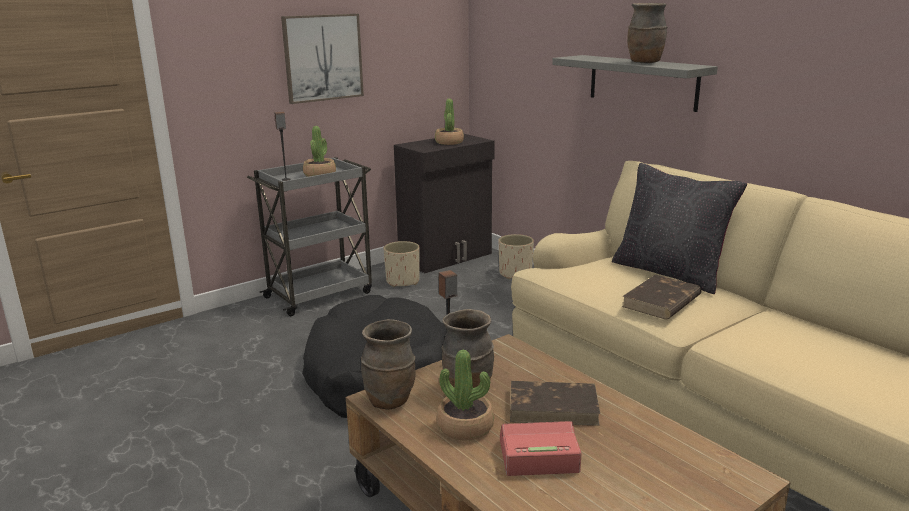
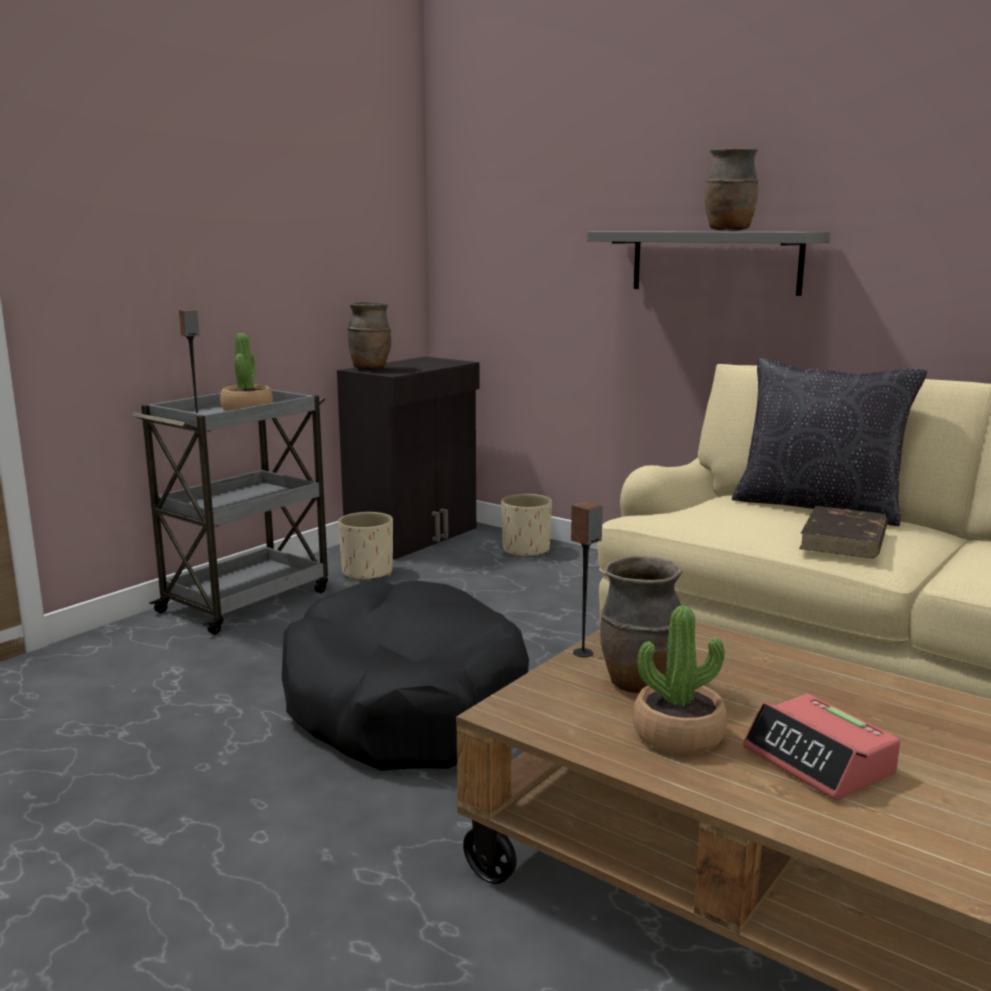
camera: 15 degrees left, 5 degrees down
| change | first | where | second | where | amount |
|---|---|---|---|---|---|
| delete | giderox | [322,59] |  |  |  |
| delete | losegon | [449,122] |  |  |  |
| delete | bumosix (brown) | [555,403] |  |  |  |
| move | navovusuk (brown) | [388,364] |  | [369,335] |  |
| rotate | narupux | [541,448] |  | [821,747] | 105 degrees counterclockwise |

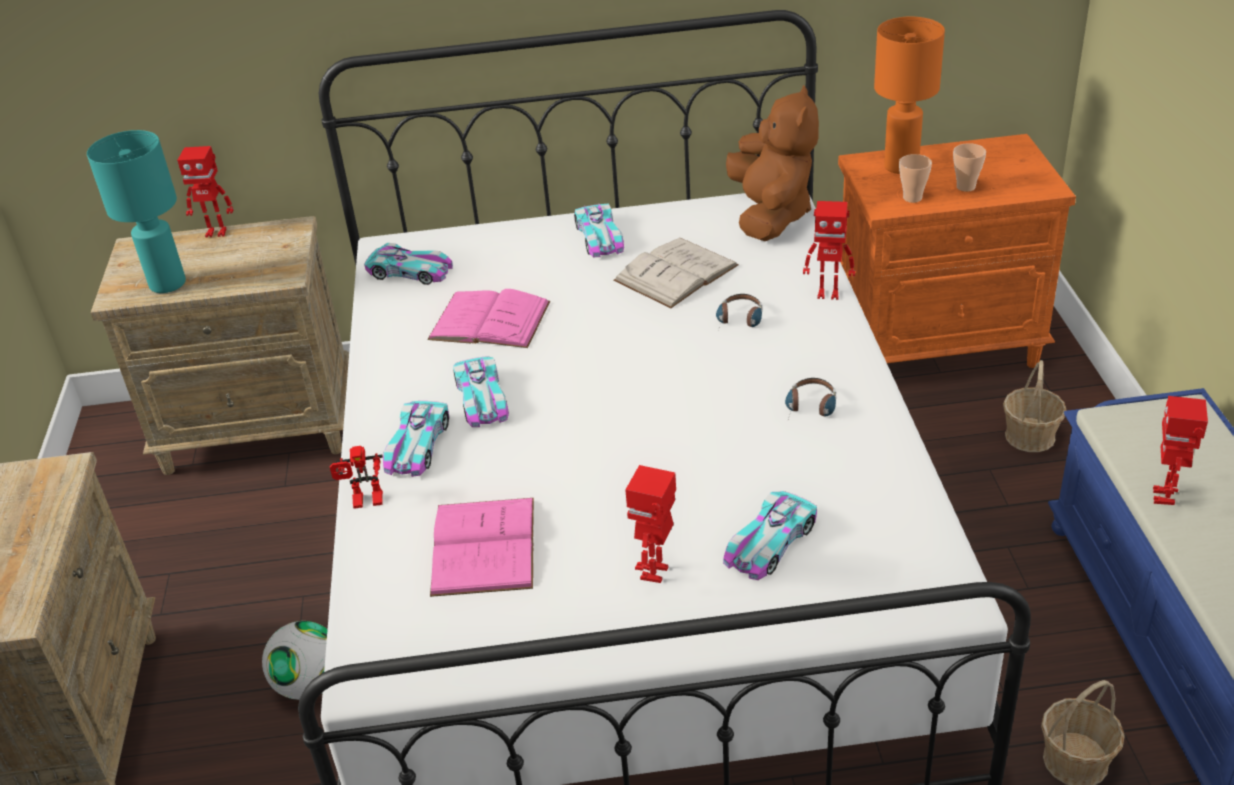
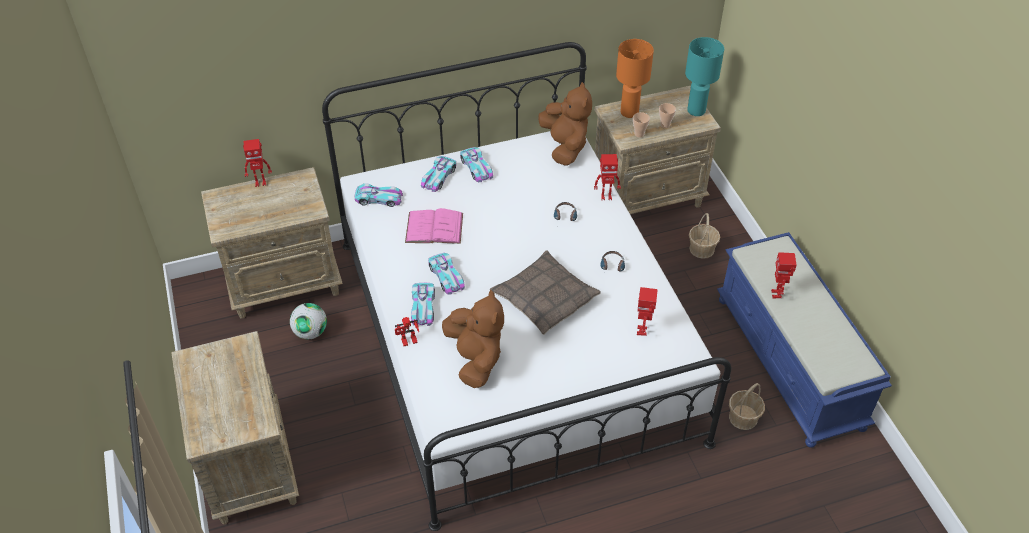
camera: 15 degrees left, 10 degrees up
| change | first | where | second | where | amount |
|---|---|---|---|---|---|
| delete | bumosix (white) | [676,273] |  |  |  |
| insert |  |  | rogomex | [545,293] |  |
| move | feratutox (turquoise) | [136,211] |  | [704,76] |  |
| move | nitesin | [295,660] |  | [308,321] |  |
| move | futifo | [650,524] |  | [647,311] |  |
| move | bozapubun | [770,535] |  | [438,174] |  |
| replace | bumosix (pink) | [482,547] | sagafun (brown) | [473,339] |  |
| recolor | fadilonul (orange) | [957,251] | fadilonul (beige) | [658,150] |  |

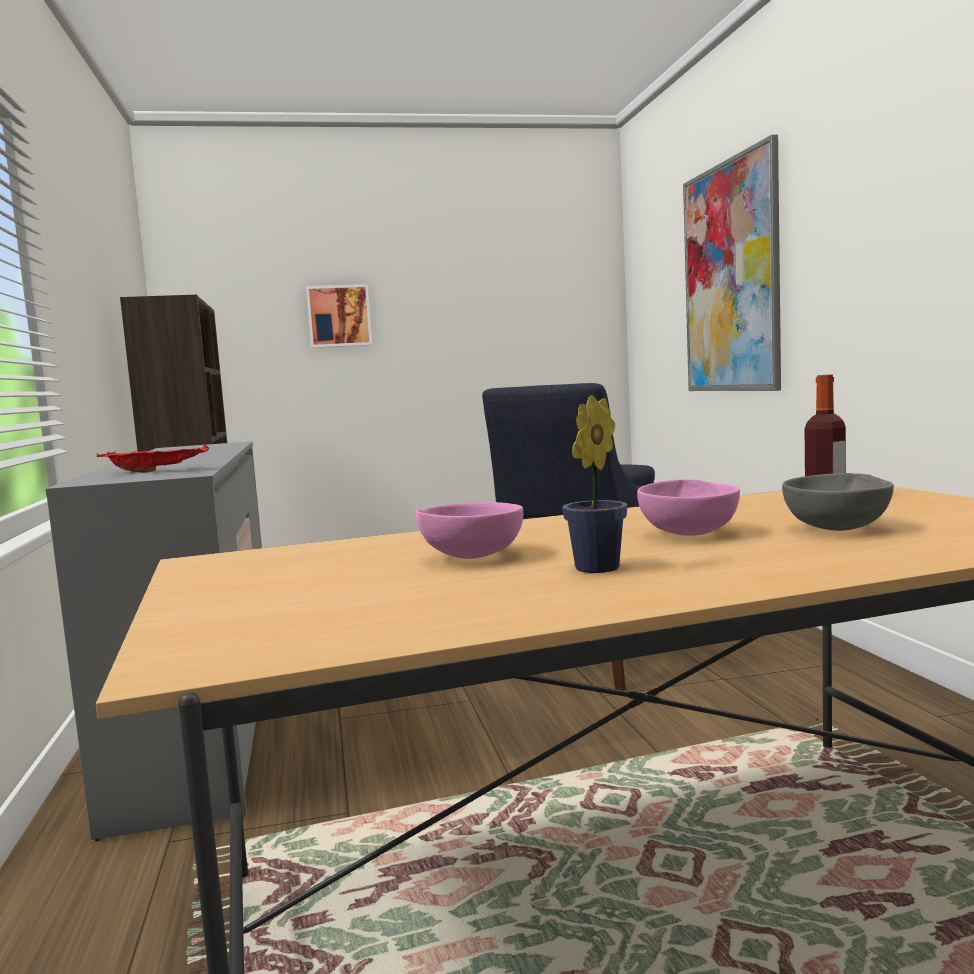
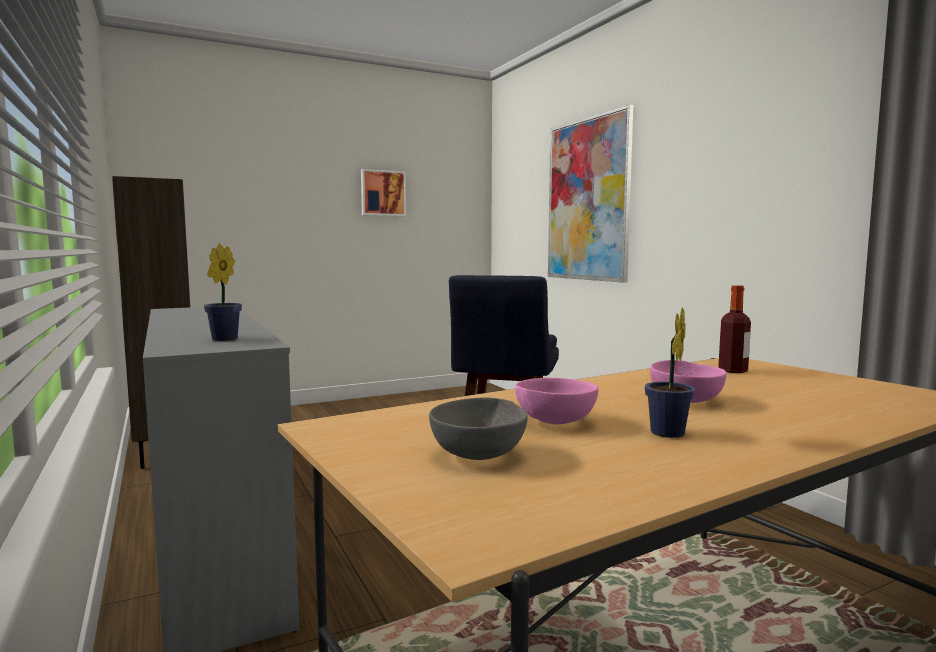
camera: 15 degrees left, 0 degrees up
| change | first | where | second | where | amount |
|---|---|---|---|---|---|
| move | giderox | [339,316] |  | [383,192] |  |
| move | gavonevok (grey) | [838,502] |  | [478,429] |  |
| replace | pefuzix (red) | [153,458] | losegon | [223,292] |  |

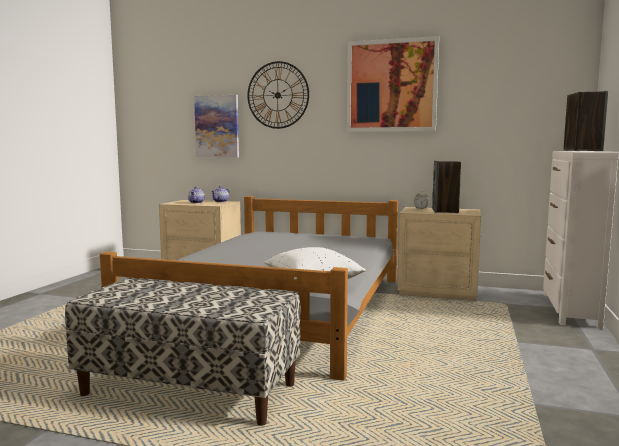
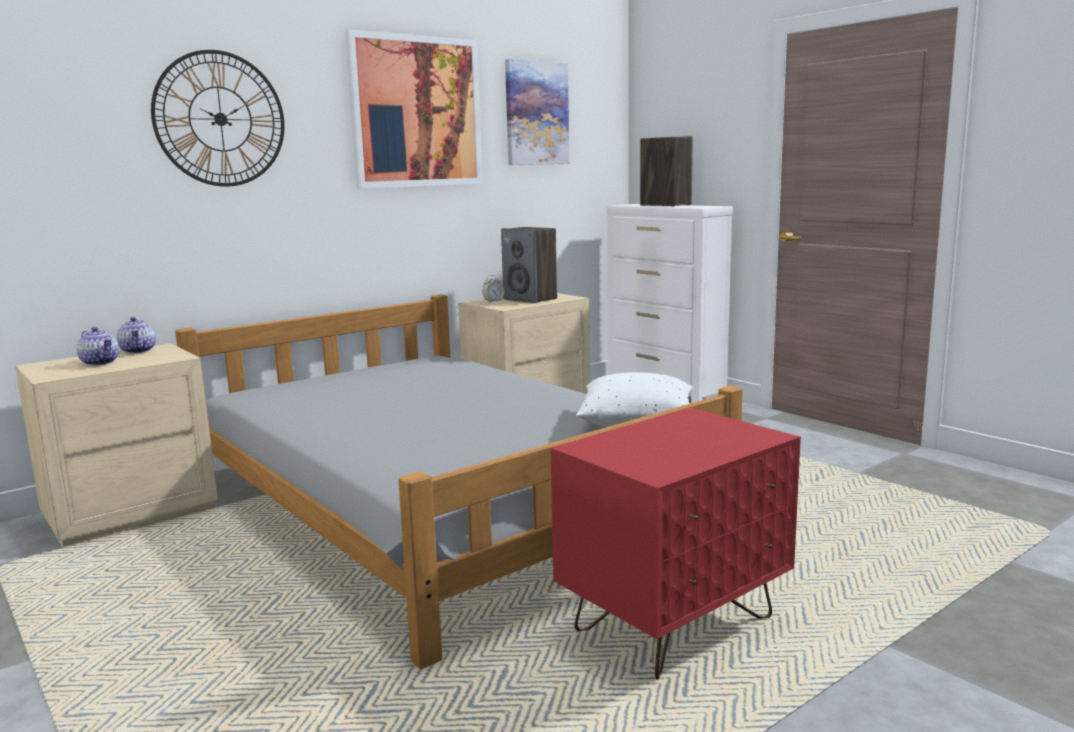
camera: 55 degrees left, 5 degrees up
| change | first | where | second | where | amount |
|---|---|---|---|---|---|
| move | giderox | [216,126] |  | [537,112] |  |
| replace | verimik | [183,352] | fadilonul (red) | [676,544] |  |

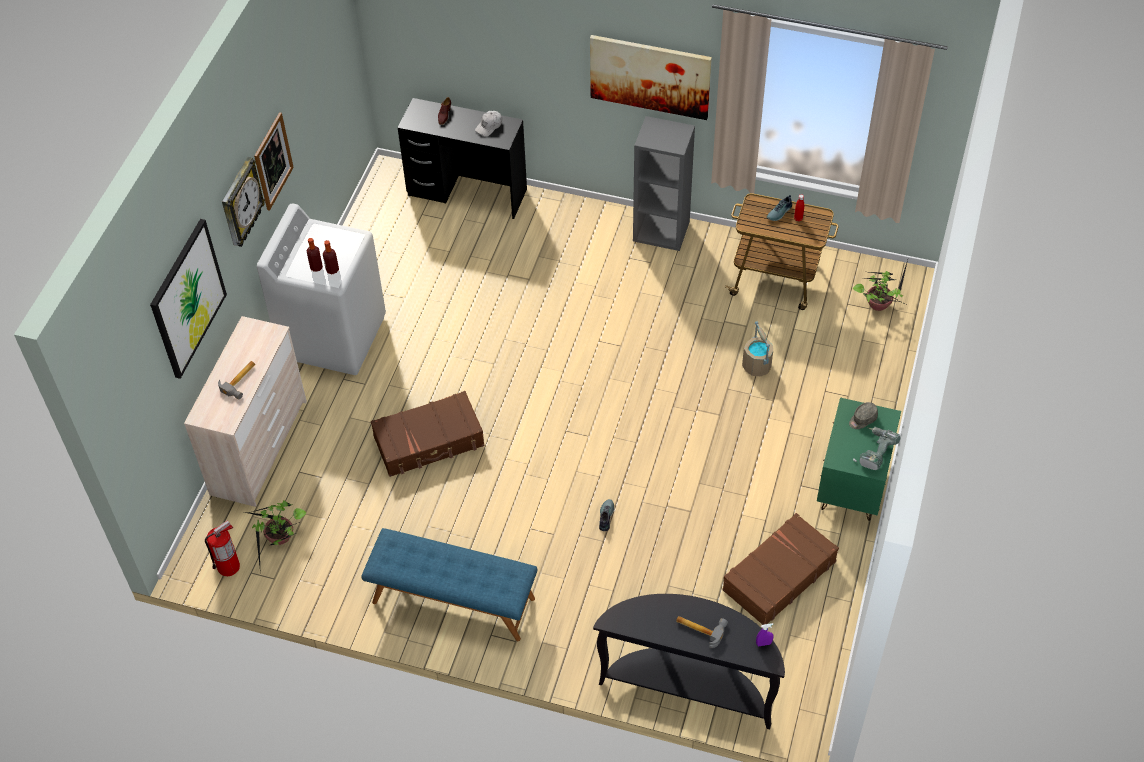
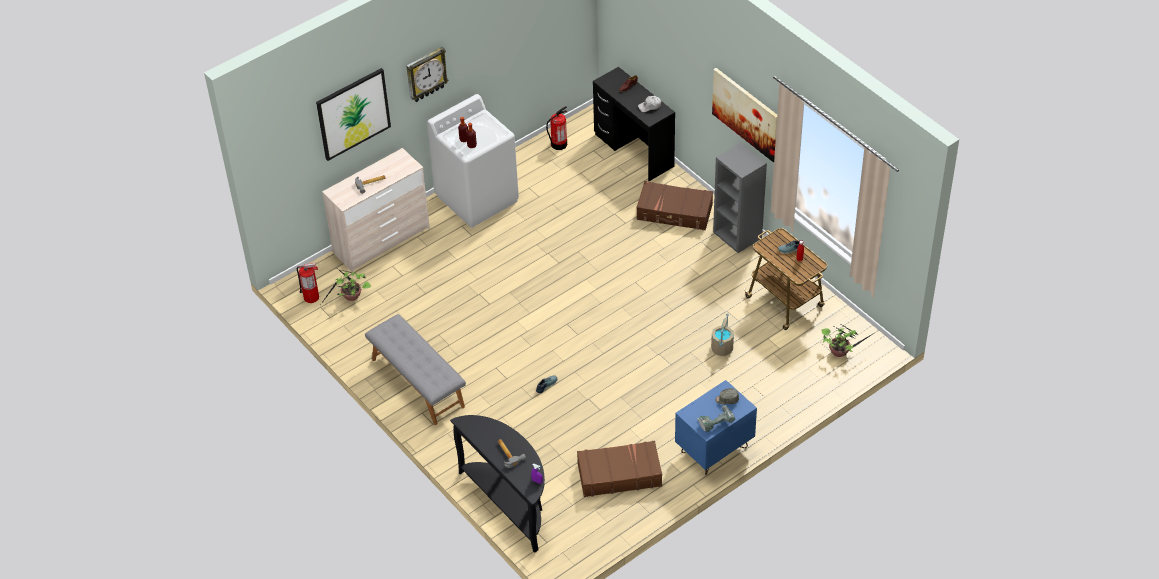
camera: 35 degrees right, 5 degrees down
| change | first | where | second | where | amount |
|---|---|---|---|---|---|
| delete | giderox | [274,161] |  |  |  |
| insert |  |  | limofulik | [556,128] |  |
| move | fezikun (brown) | [428,434] |  | [674,205] |  |
| recolor | verimik (blue) | [449,584] | verimik (grey) | [415,369] |  |
| recolor | fadilonul (green) | [859,459] | fadilonul (blue) | [716,427] |  |

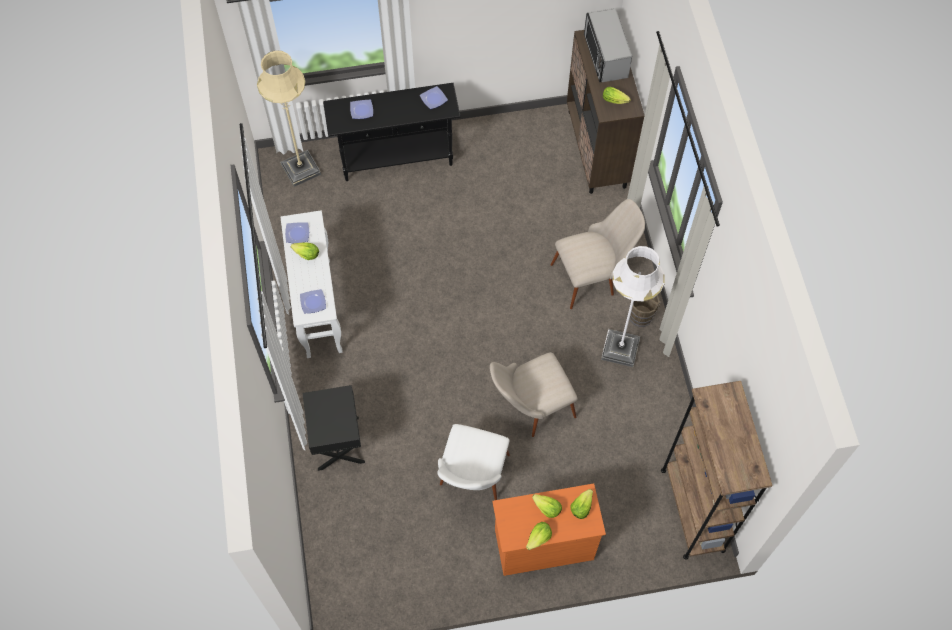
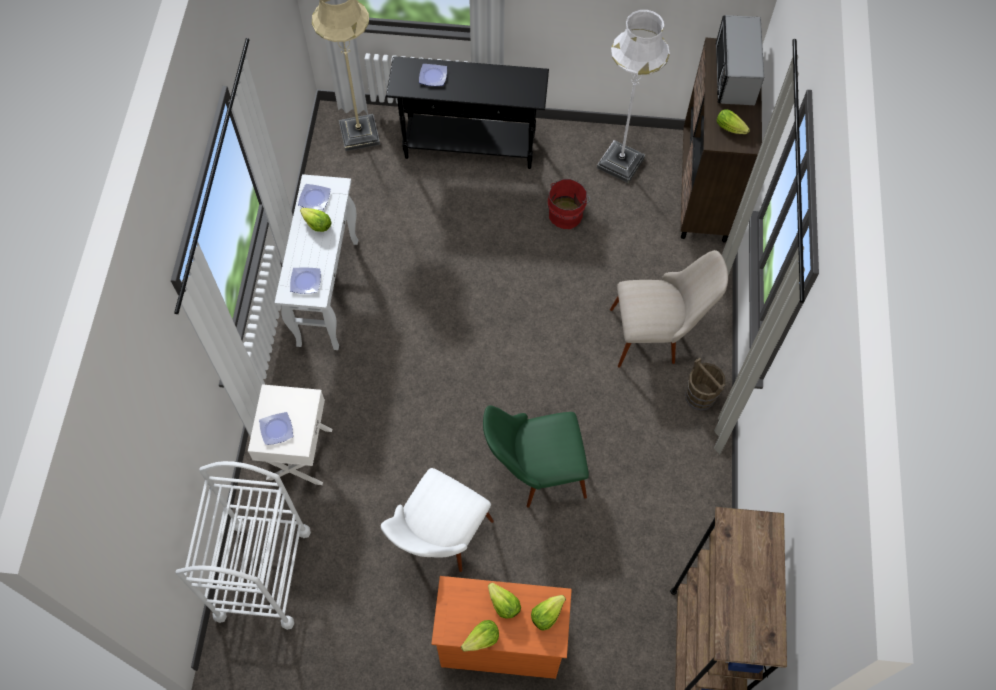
camera: 15 degrees right, 0 degrees up
| change | first | where | second | where | amount |
|---|---|---|---|---|---|
| insert |  |  | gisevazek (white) | [243,545] |  |
| insert |  |  | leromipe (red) | [569,204] |  |
| move | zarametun | [434,97] |  | [276,428] |  |
| move | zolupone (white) | [633,306] |  | [633,96] |  |
| recolor | fadilonul (black) | [333,428] | fadilonul (white) | [290,434] |  |
| recolor | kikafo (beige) | [534,394] | kikafo (green) | [536,457] |  |

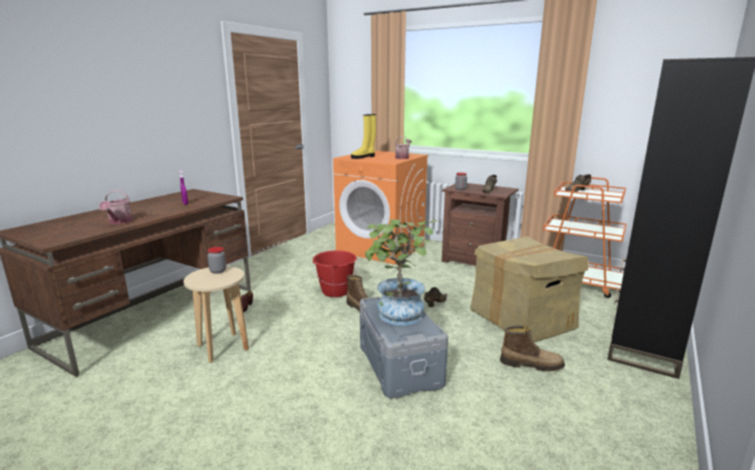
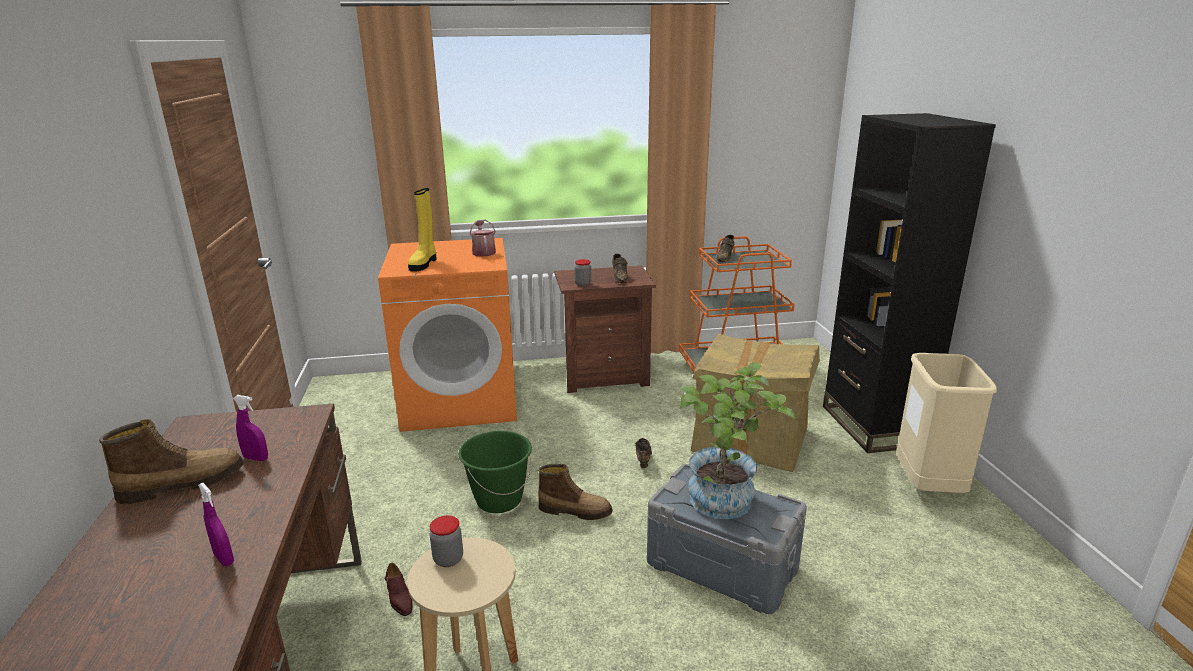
camera: 40 degrees left, 5 degrees up
| change | first | where | second | where | amount |
|---|---|---|---|---|---|
| insert |  |  | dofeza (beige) | [946,423] |  |
| move | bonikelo | [532,348] |  | [171,461] |  |
| replace | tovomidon | [116,207] | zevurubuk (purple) | [216,524] |  |
| recolor | leromipe (red) | [335,273] | leromipe (green) | [495,472] |  |

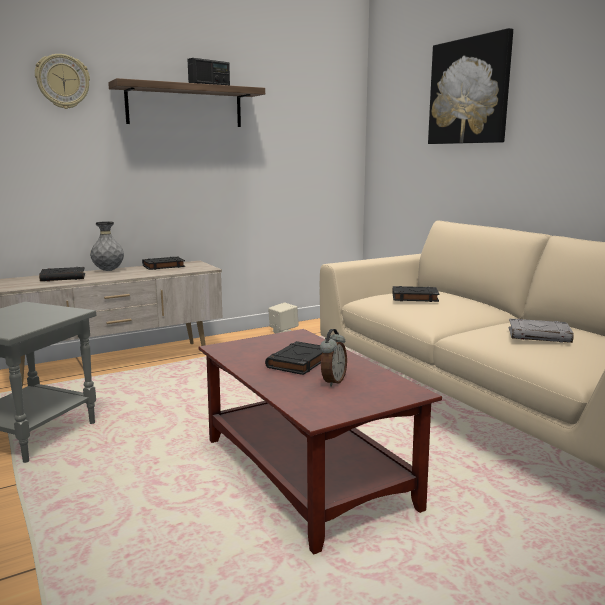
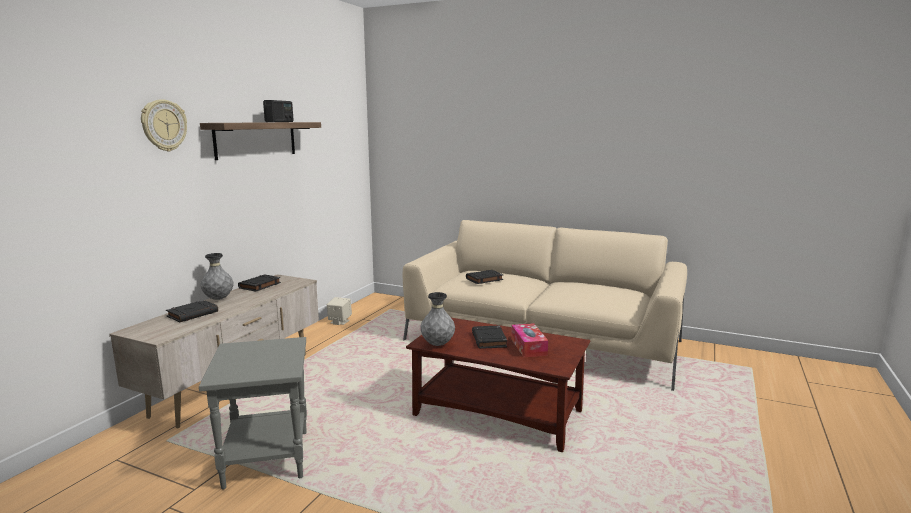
camera: 35 degrees left, 0 degrees up
| change | first | where | second | where | amount |
|---|---|---|---|---|---|
| delete | giderox | [470,86] |  |  |  |
| delete | bumosix (grey) | [541,331] |  |  |  |
| insert |  |  | navovusuk (grey) | [437,319] |  |
| replace | narupux | [333,358] | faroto | [529,340] |  |

